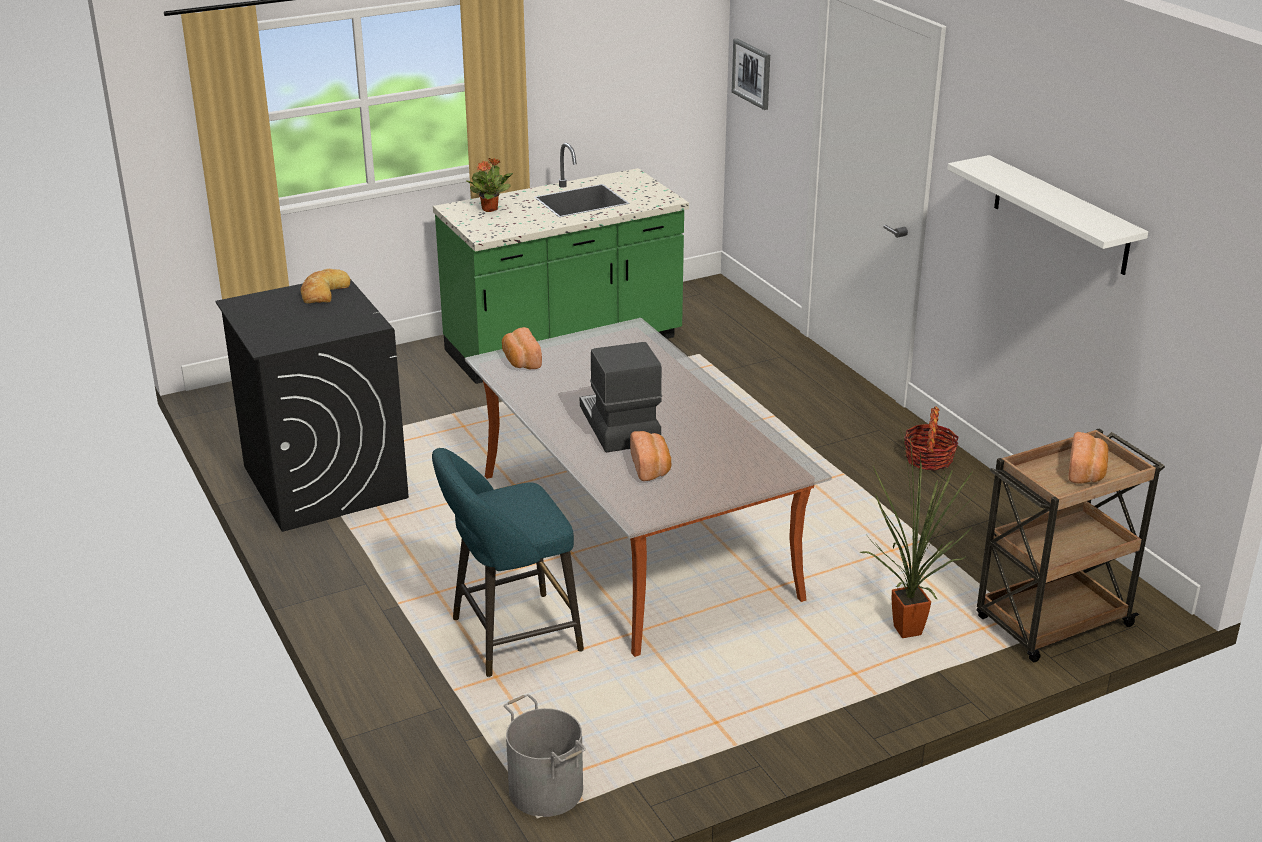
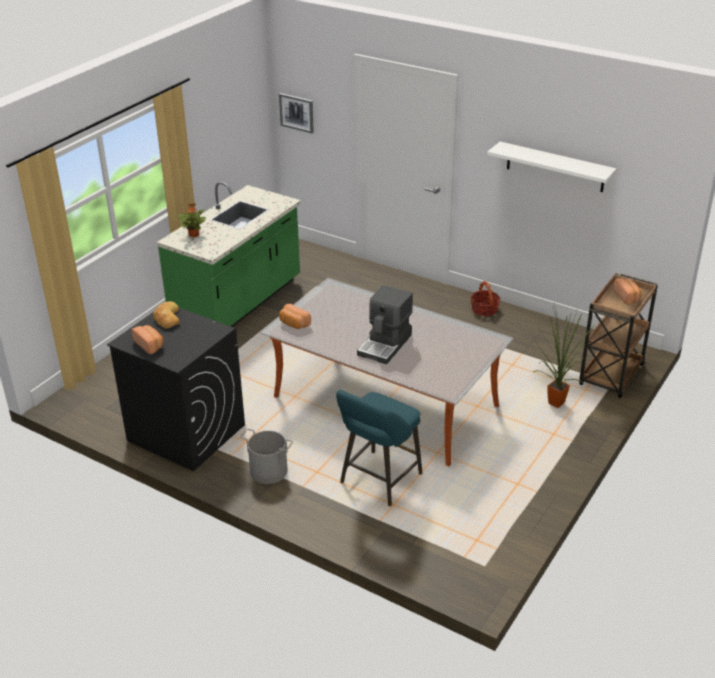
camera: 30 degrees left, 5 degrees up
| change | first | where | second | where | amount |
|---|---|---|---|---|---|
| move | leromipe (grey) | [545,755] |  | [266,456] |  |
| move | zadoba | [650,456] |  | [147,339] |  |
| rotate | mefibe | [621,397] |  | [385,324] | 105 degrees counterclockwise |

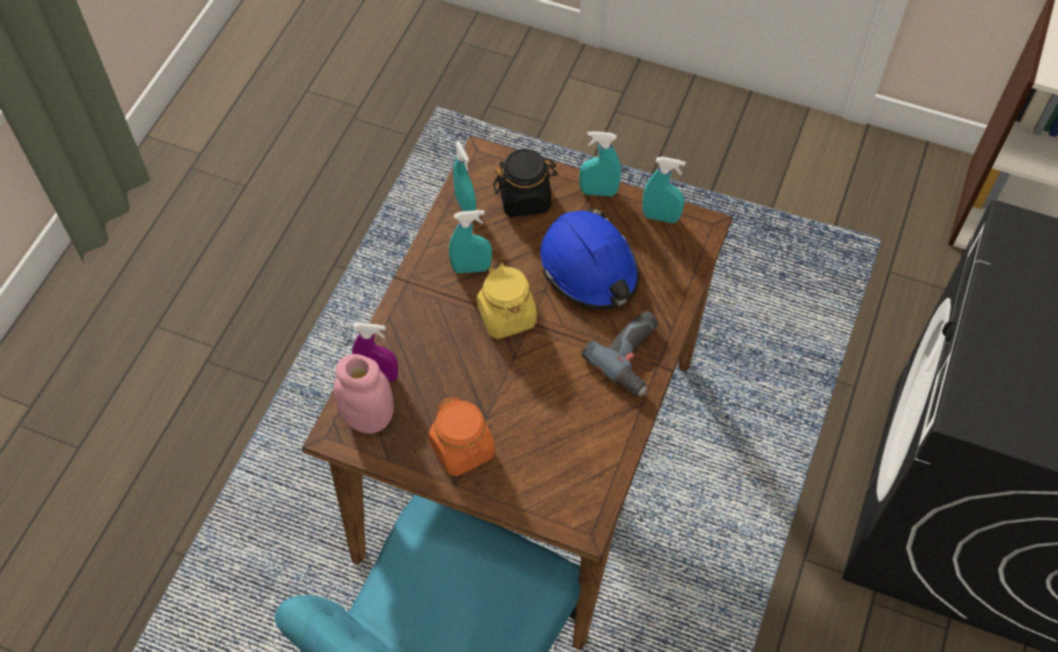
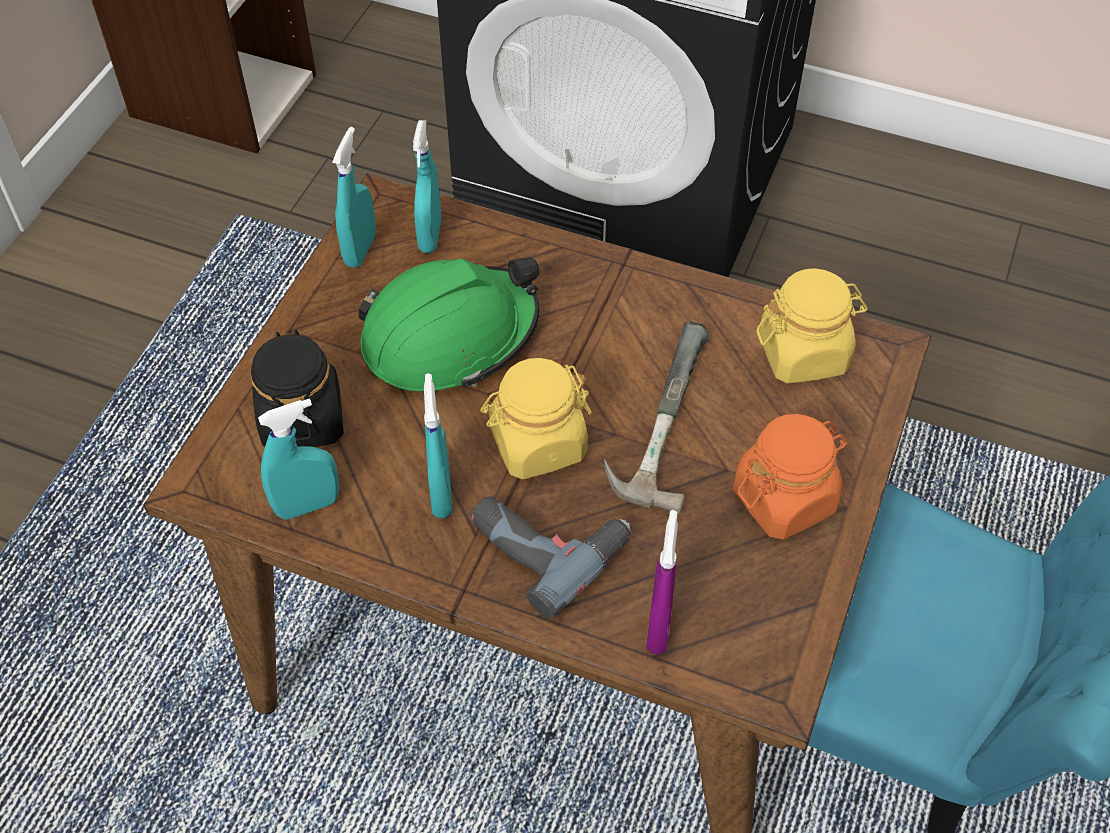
camera: 90 degrees left, 5 degrees down
| change | first | where | second | where | amount |
|---|---|---|---|---|---|
| delete | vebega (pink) | [364,394] |  |  |  |
| insert |  |  | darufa | [656,417] |  |
| insert |  |  | vebega (yellow) | [812,326] |  |
| move | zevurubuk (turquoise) | [600,163] |  | [427,186] |  |
| move | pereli | [620,353] |  | [551,557] |  |
| recolor | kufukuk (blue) | [590,258] | kufukuk (green) | [449,324] |  |

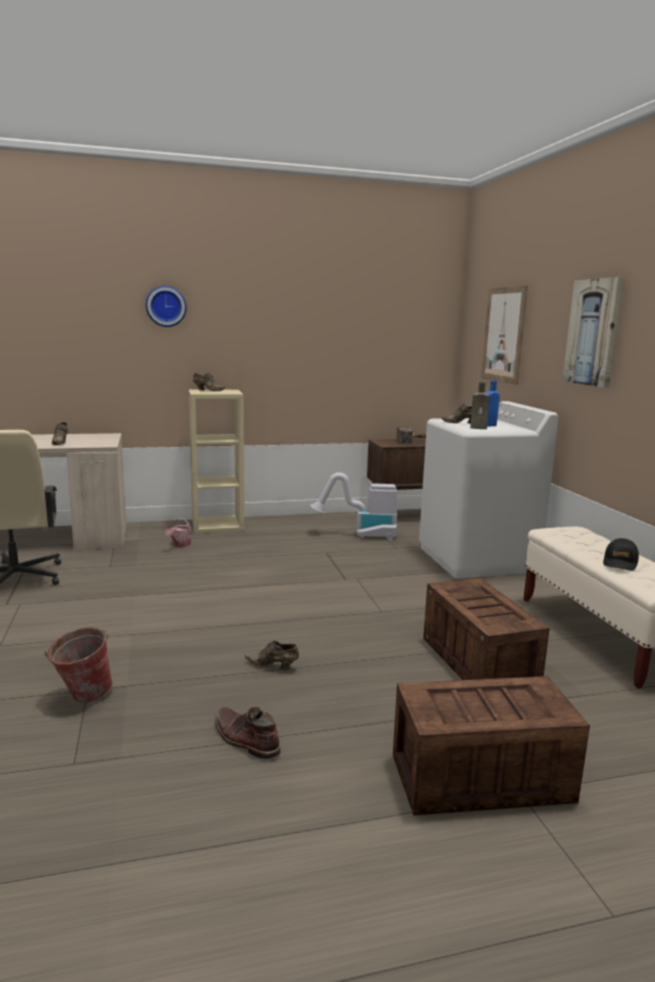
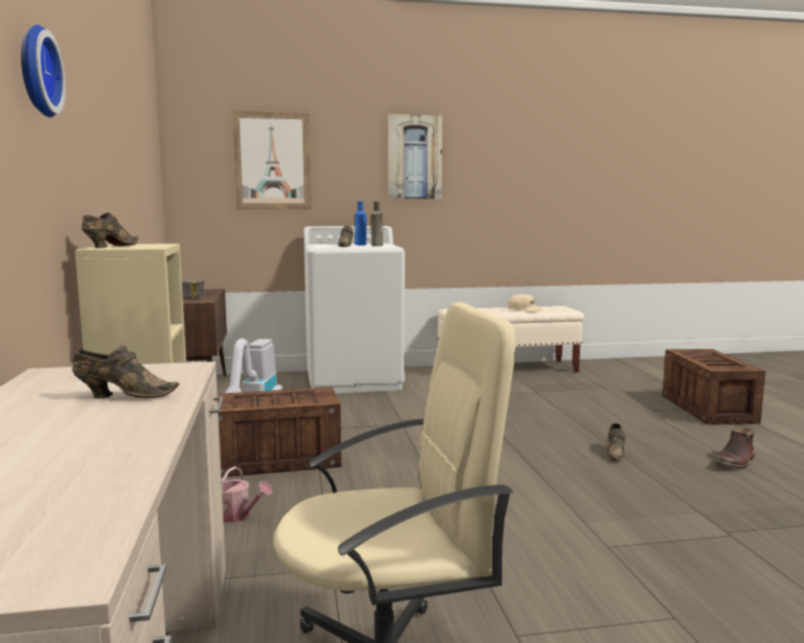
camera: 85 degrees left, 5 degrees down
| change | first | where | second | where | amount |
|---|---|---|---|---|---|
| delete | leromipe | [78,665] |  |  |  |
| move | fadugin | [486,629] |  | [279,432] |  |
| recolor | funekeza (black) | [621,554] | funekeza (beige) | [526,303] |  |

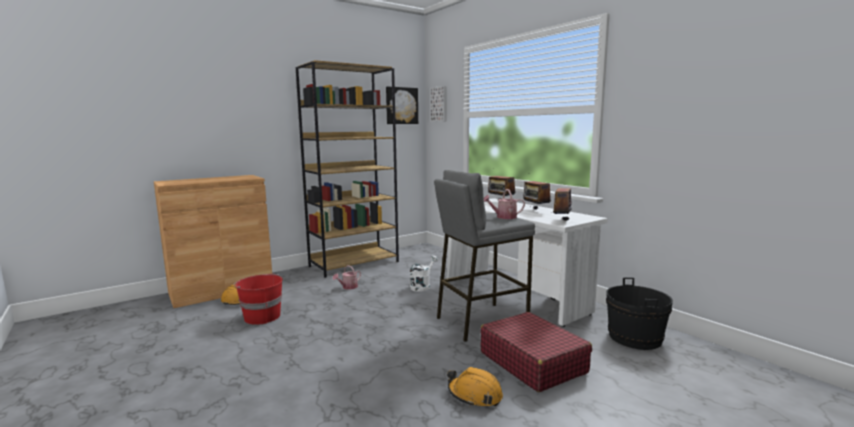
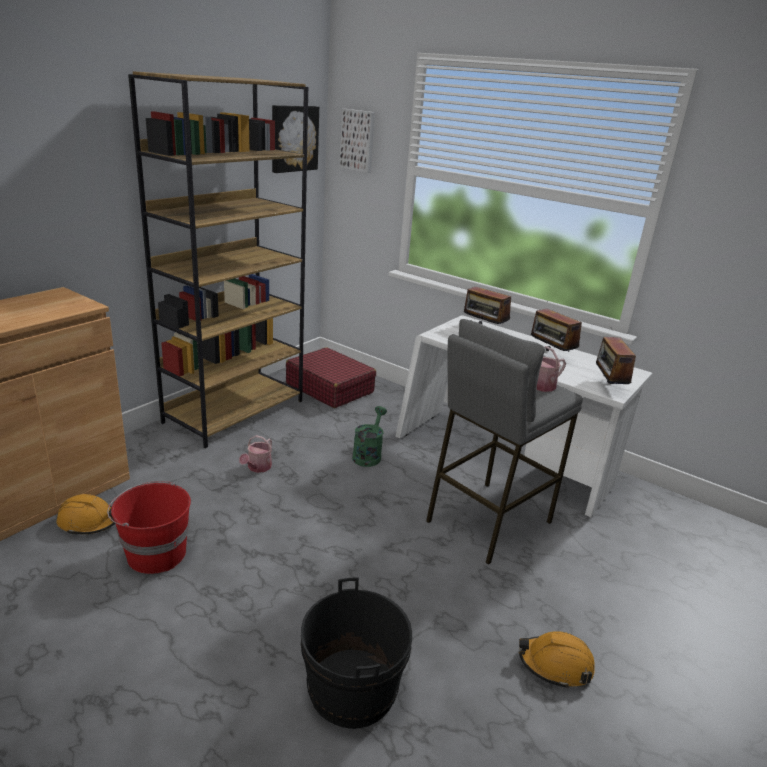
camera: 20 degrees left, 15 degrees up
| change | first | where | second | where | amount |
|---|---|---|---|---|---|
| move | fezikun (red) | [536,352] |  | [331,377] |  |
| move | leromipe (black) | [639,313] |  | [356,653] |  |
| recolor | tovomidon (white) | [424,273] | tovomidon (green) | [369,436] |  |

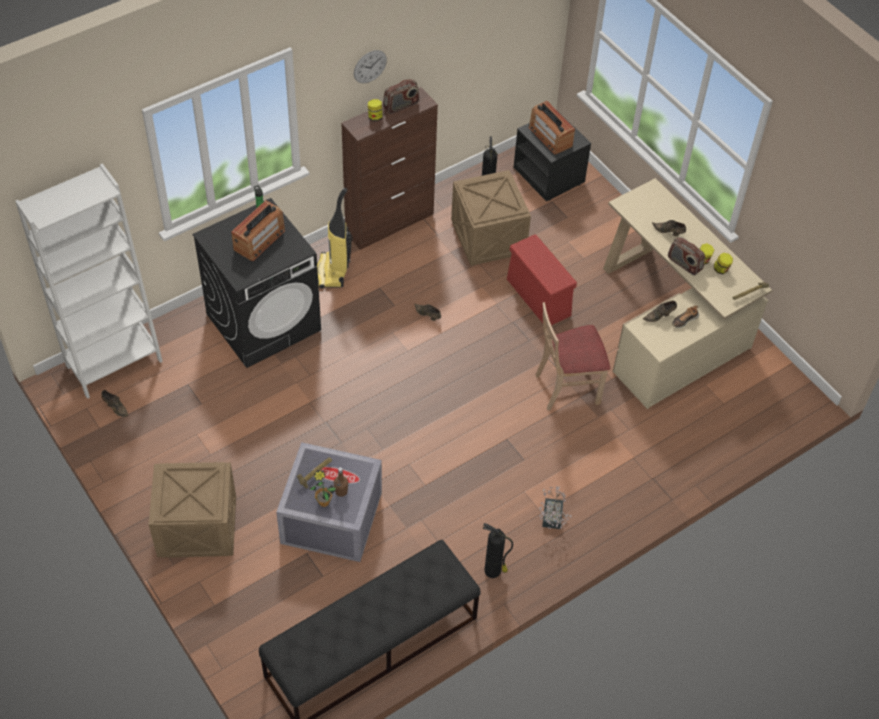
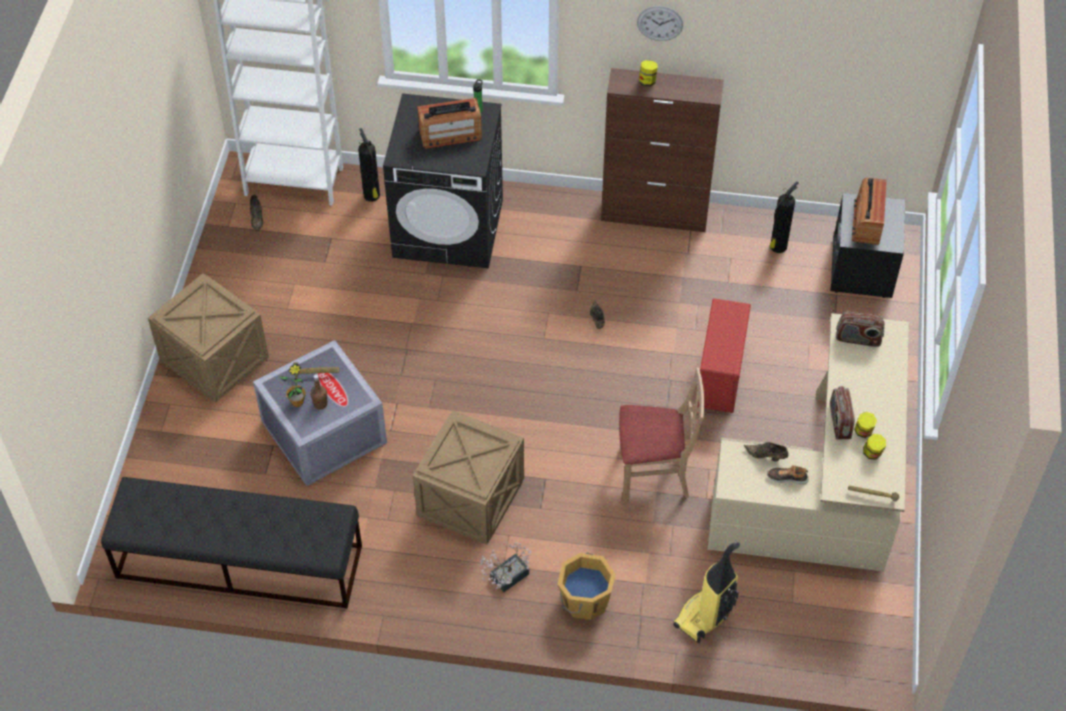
camera: 45 degrees right, 0 degrees up
| change | first | where | second | where | amount |
|---|---|---|---|---|---|
| delete | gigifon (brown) | [669,228] |  |  |  |
| insert |  |  | leromipe (orange) | [587,586] |  |
| move | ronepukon | [335,238] |  | [706,592] |  |
| move | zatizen | [401,96] |  | [860,329] |  |
| move | fadugin | [491,218] |  | [468,477] |  |
| move | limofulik | [498,550] |  | [369,165] |  |
| rotate | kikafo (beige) | [573,356] |  | [661,435] | 150 degrees clockwise |

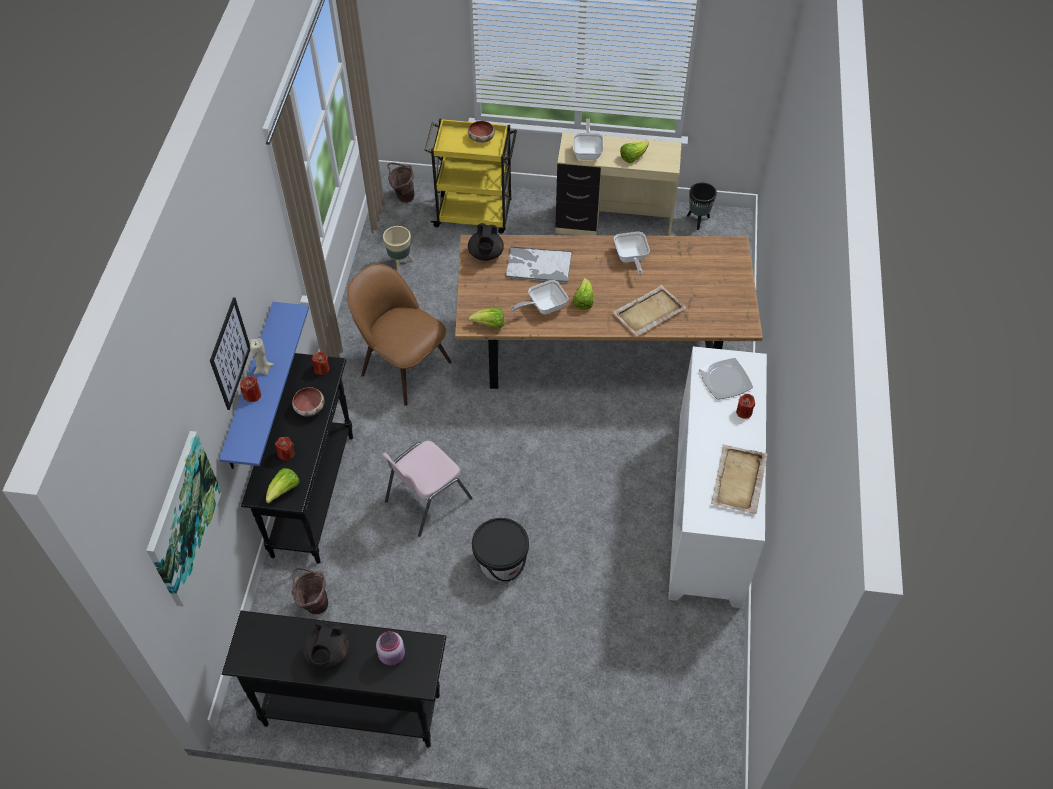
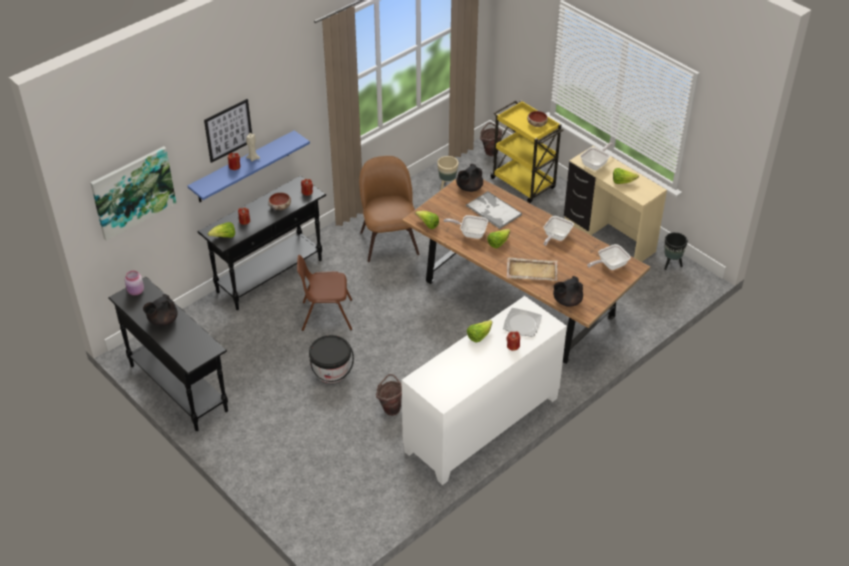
camera: 40 degrees right, 10 degrees down
| change | first | where | second | where | amount |
|---|---|---|---|---|---|
| delete | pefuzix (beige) | [739,479] |  |  |  |
| insert |  |  | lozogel | [479,331] |  |
| insert |  |  | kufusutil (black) | [568,291] |  |
| insert |  |  | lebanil | [609,257] |  |
| move | leromipe (brown) | [310,590] |  | [389,395] |  |
| move | vebega (pink) | [390,648] |  | [134,283] |  |
| recolor | kikafo (pink) | [427,489] | kikafo (brown) | [324,293] |  |

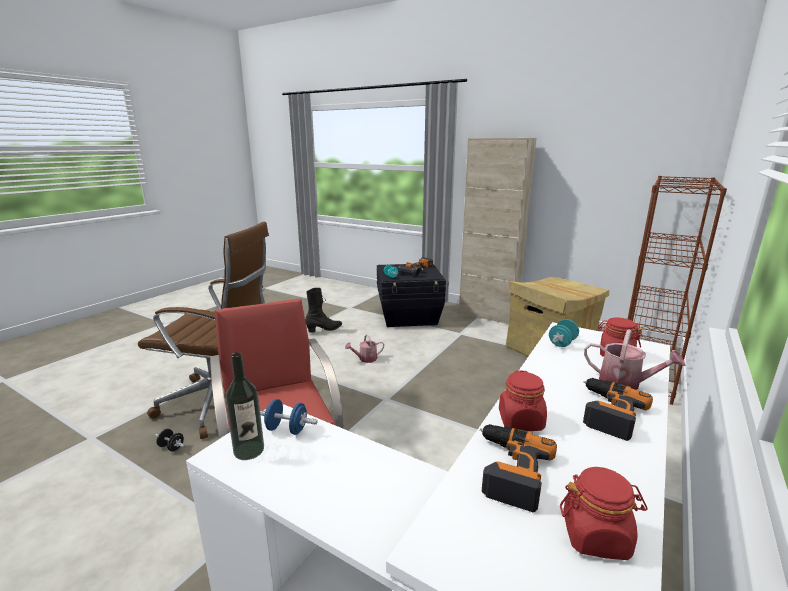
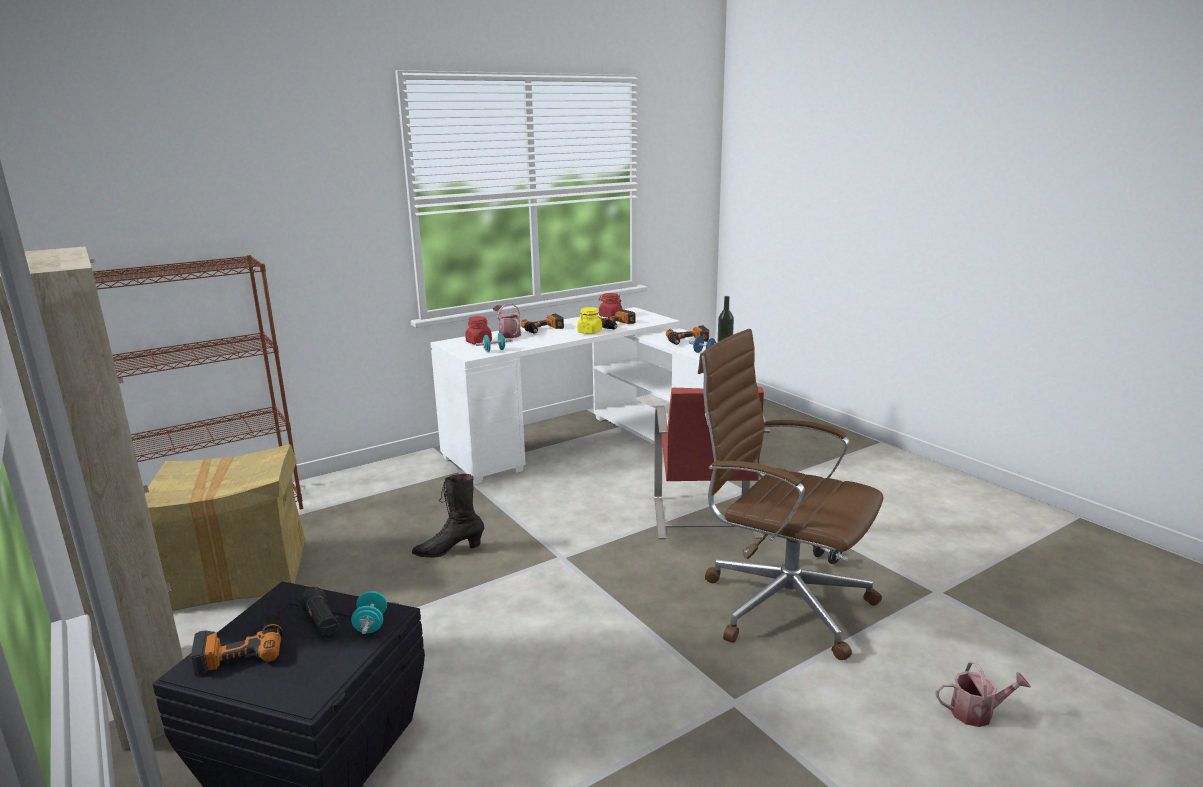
camera: 155 degrees left, 0 degrees up
| change | first | where | second | where | amount |
|---|---|---|---|---|---|
| insert |  |  | pereli | [687,335] |  |
| move | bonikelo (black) | [323,310] |  | [448,516] |  |
| move | tovomidon | [364,348] |  | [983,694] |  |
| recolor | vebega (red) | [523,400] | vebega (yellow) | [589,320] |  |

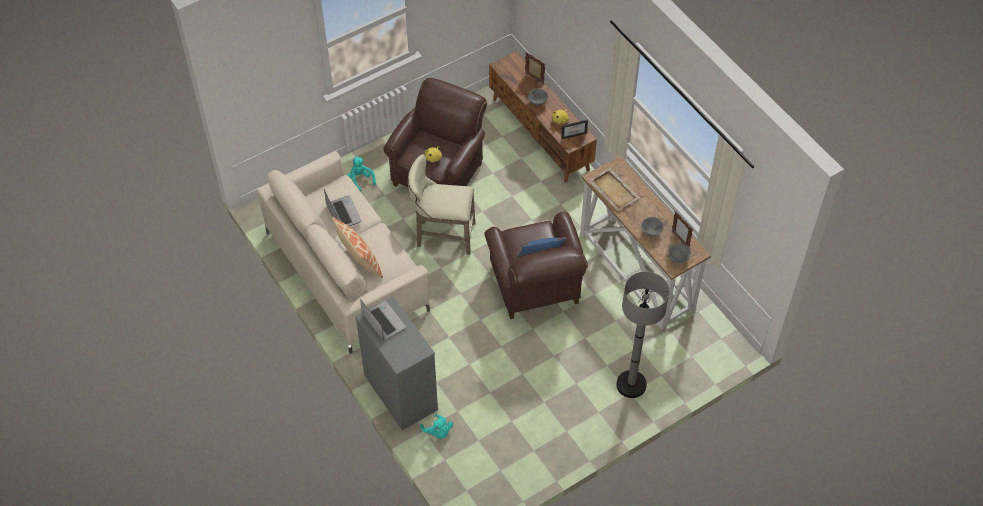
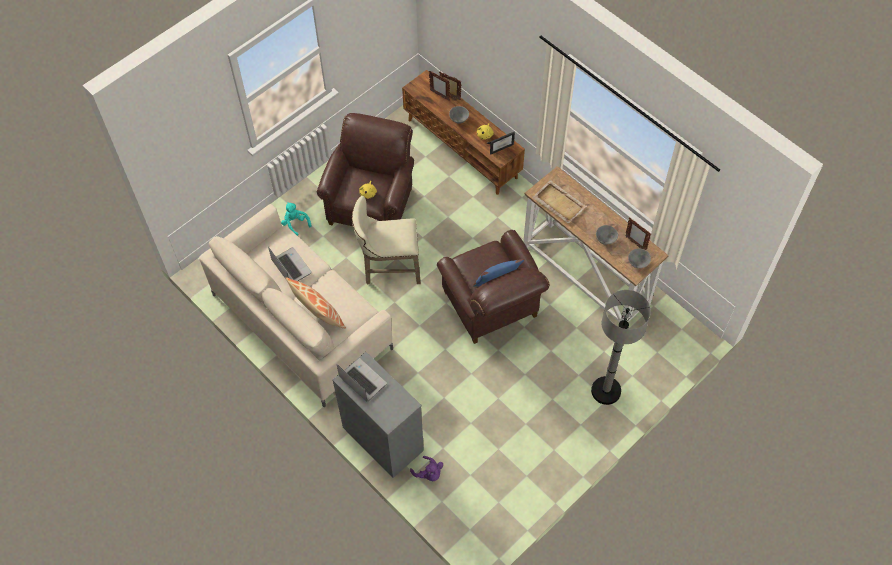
camera: 10 degrees left, 5 degrees up
| change | first | where | second | where | amount |
|---|---|---|---|---|---|
| insert |  |  | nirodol | [439,86] |  |
| recolor | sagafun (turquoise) | [436,426] | sagafun (purple) | [426,468] |  |

